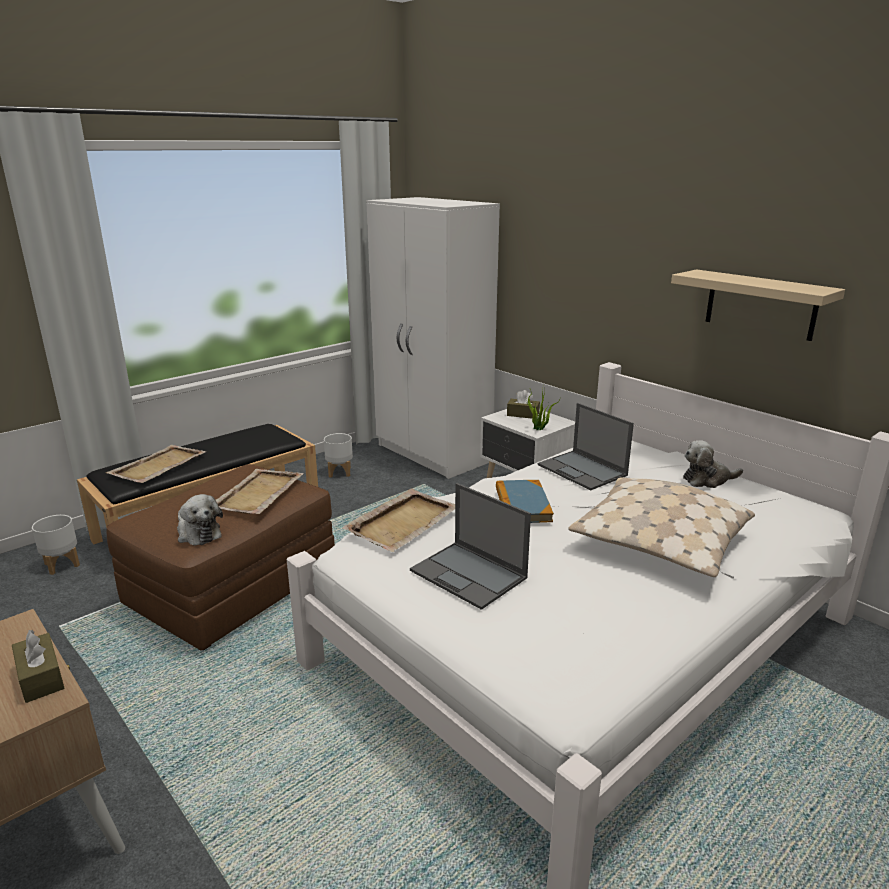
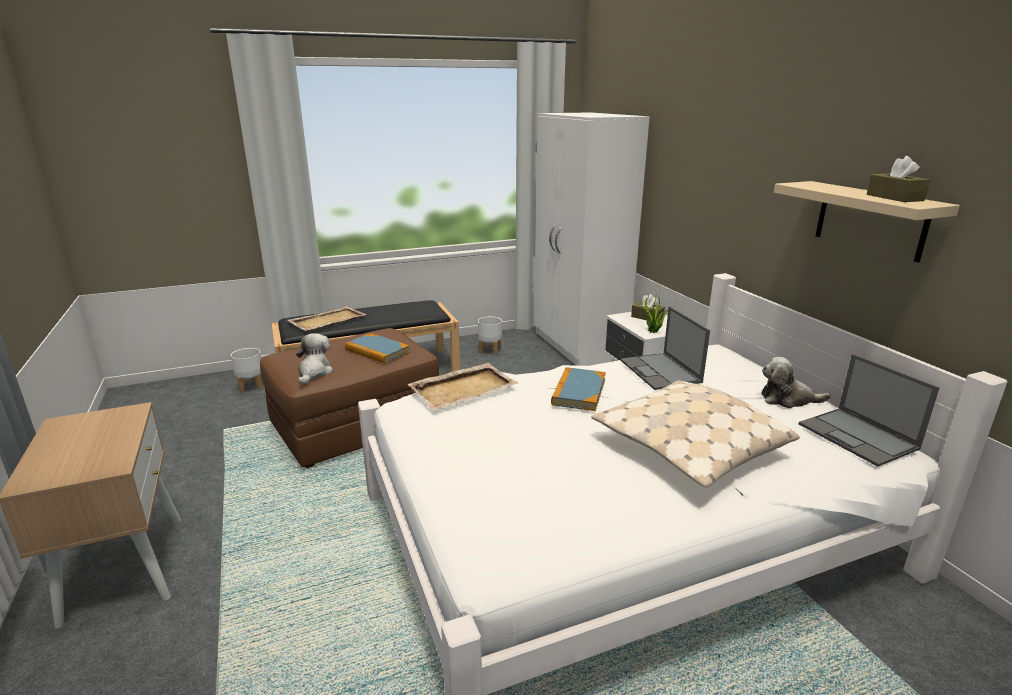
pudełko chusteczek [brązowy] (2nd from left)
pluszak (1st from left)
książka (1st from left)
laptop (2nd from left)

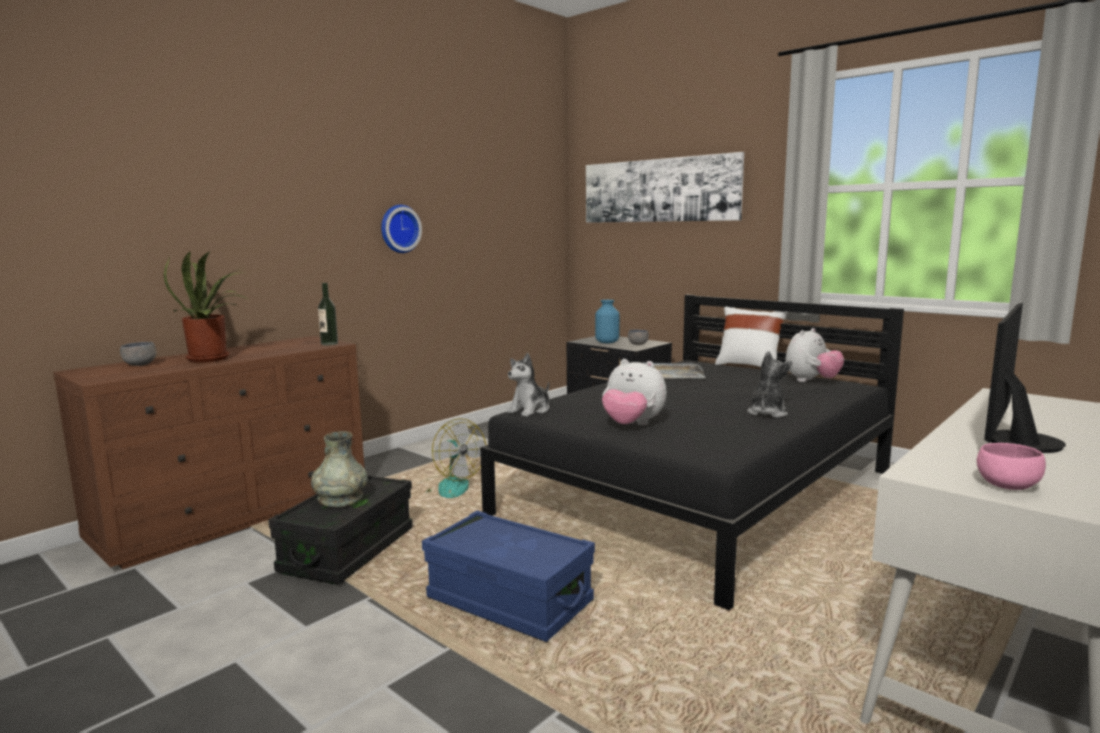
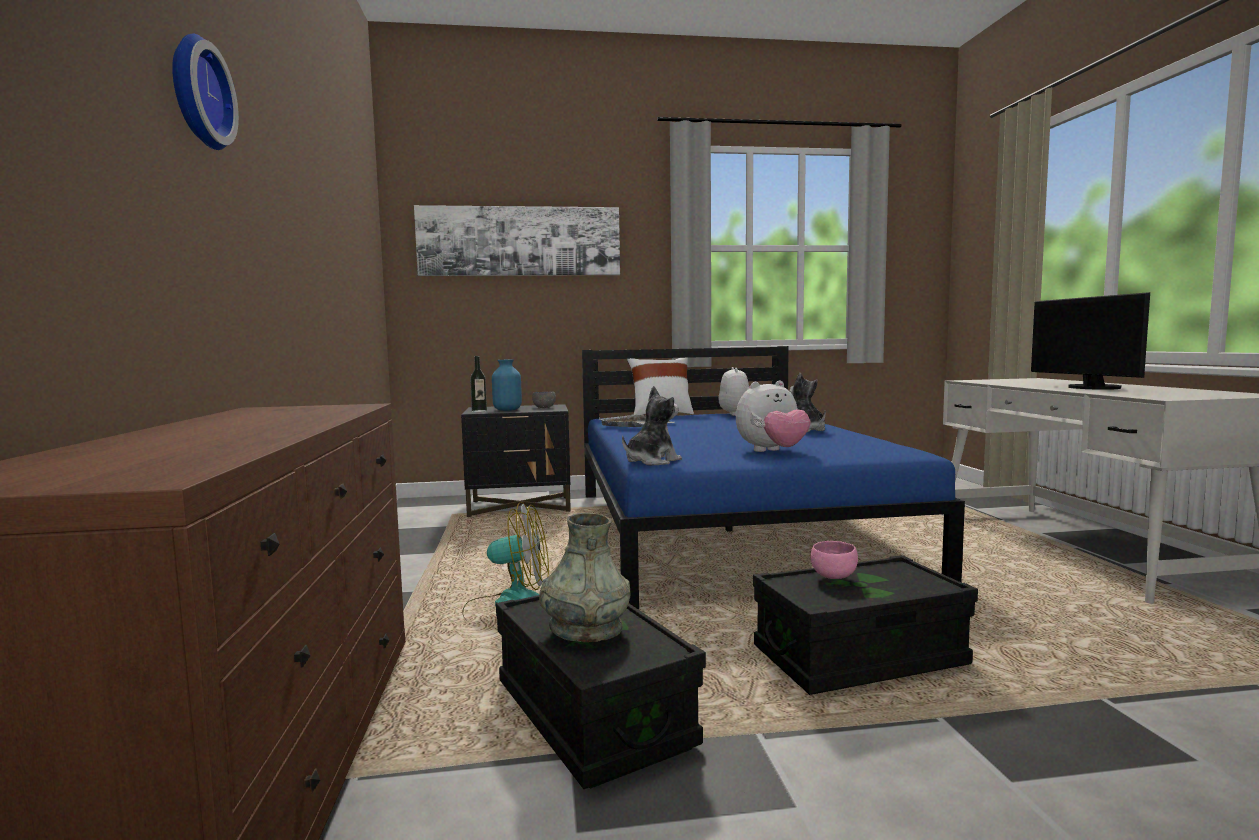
miska [szary] (1st from left in the first image)
roślina doniczkowa
butelka
zegar ścienny
pojemnik do przechowywania [czarny] (2nd from left)
łóżko [niebieski]
pluszak (1st from left)
miska [różowy]

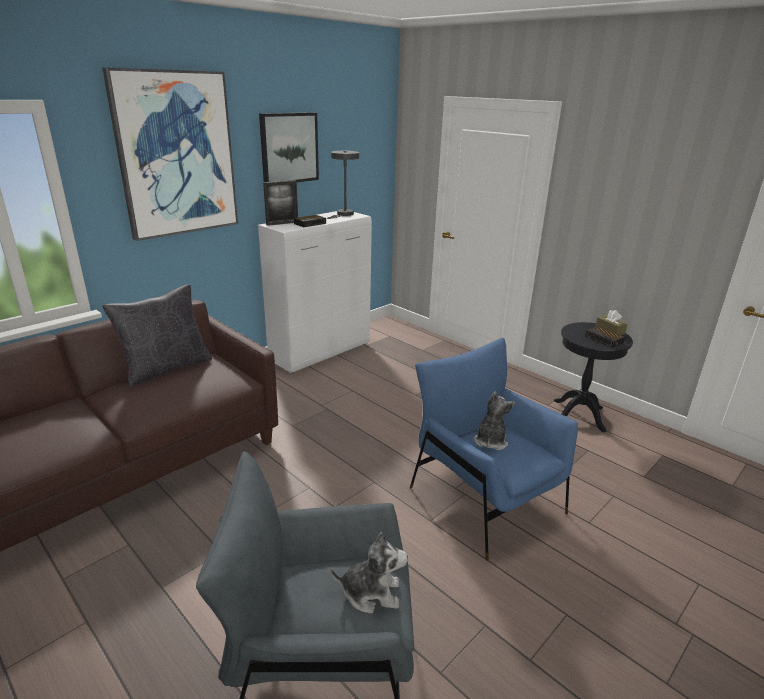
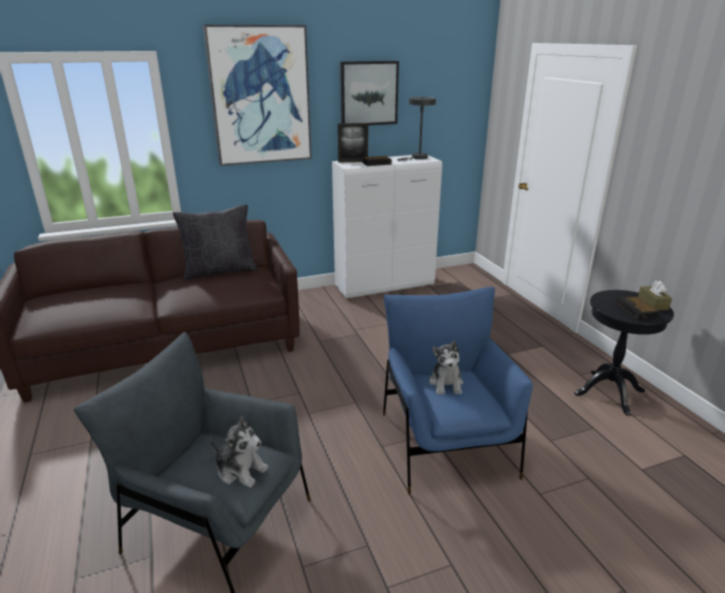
pluszak (2nd from left)

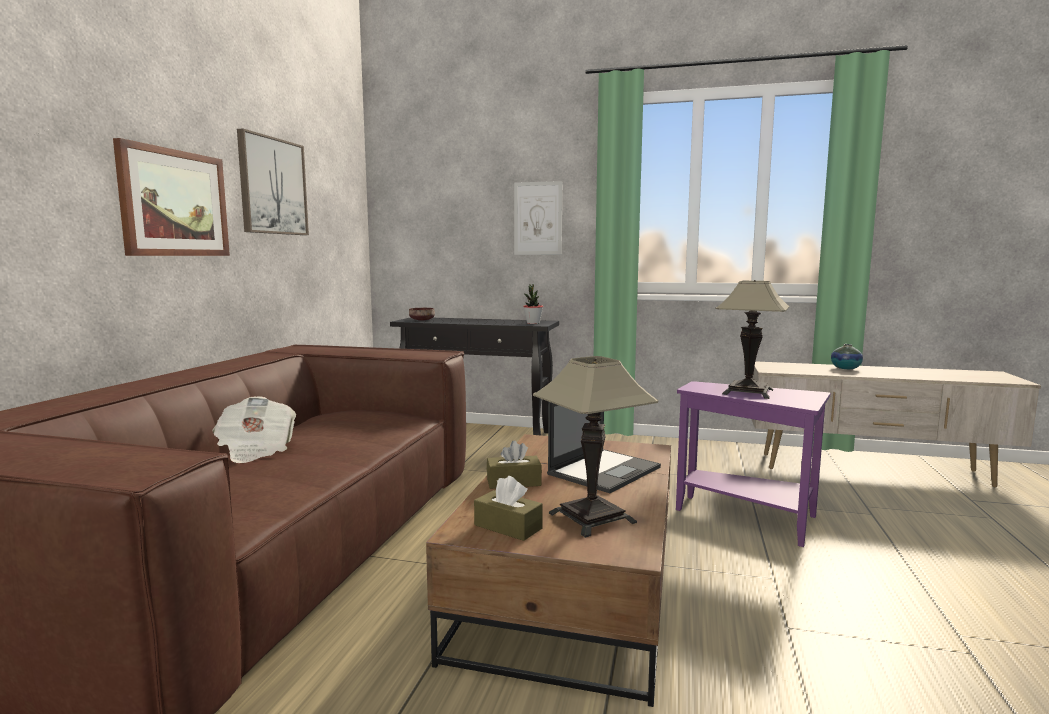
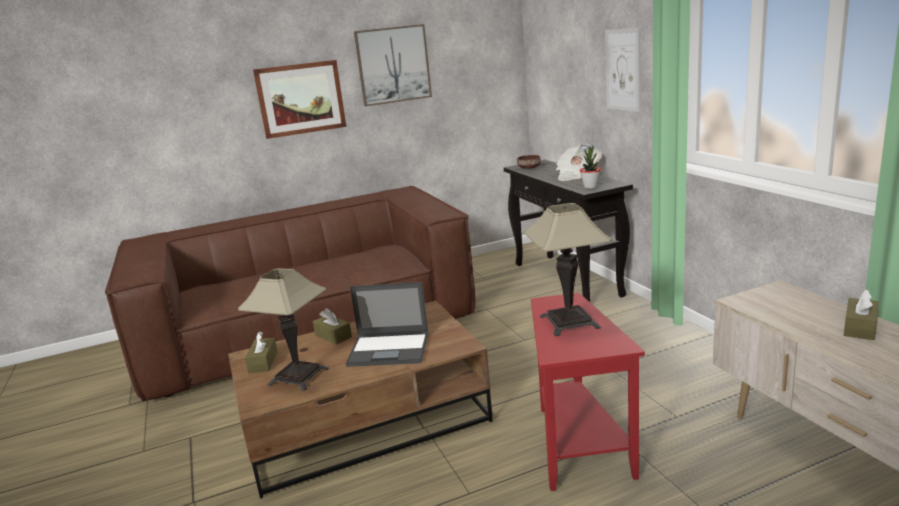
gazeta
stolik [czerwony]
pudełko chusteczek [brązowy] (3rd from left)

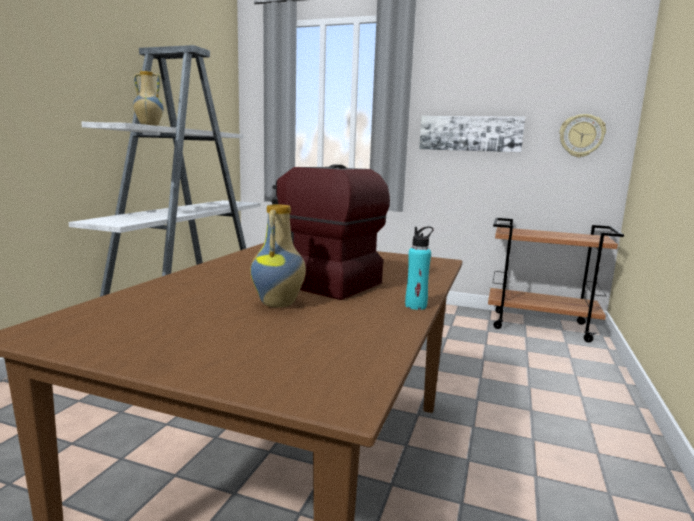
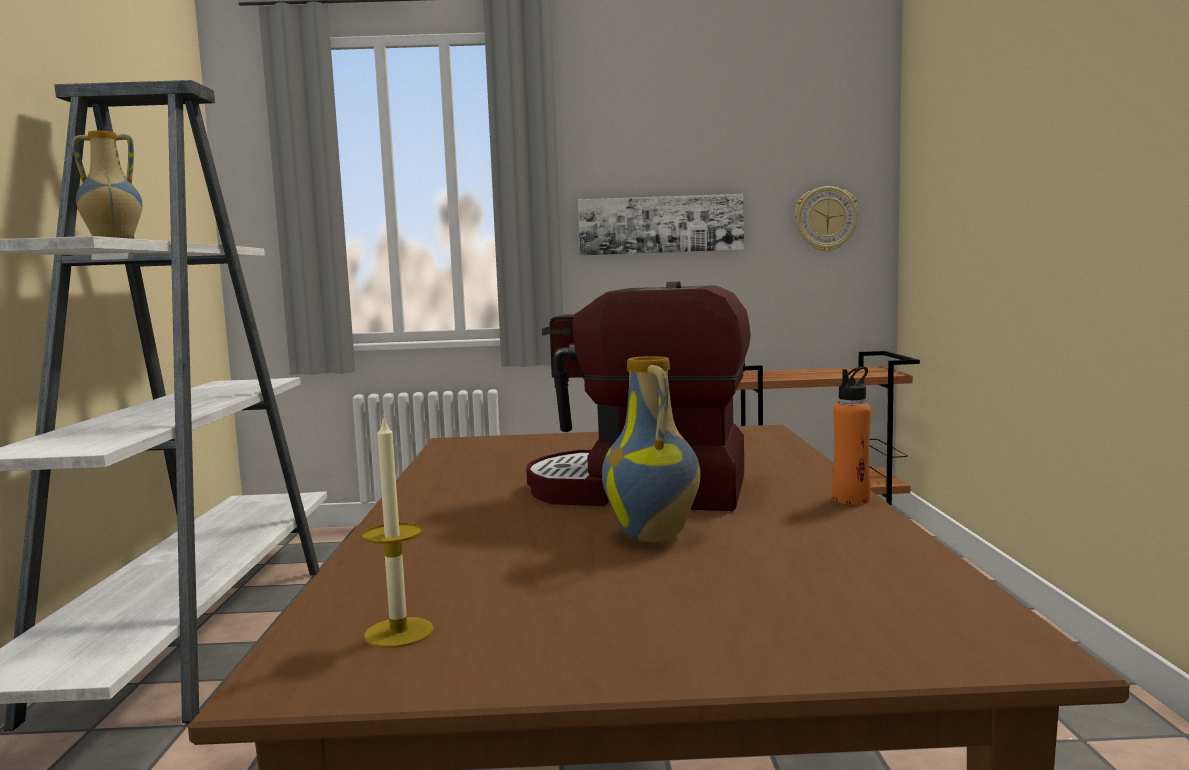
butelka [pomarańczowy]
świeca

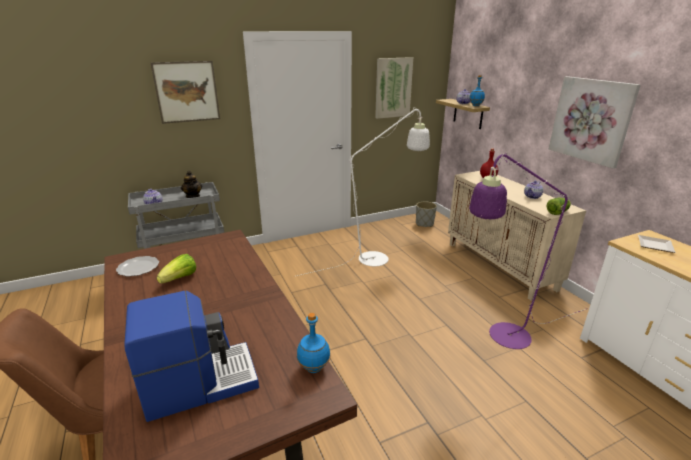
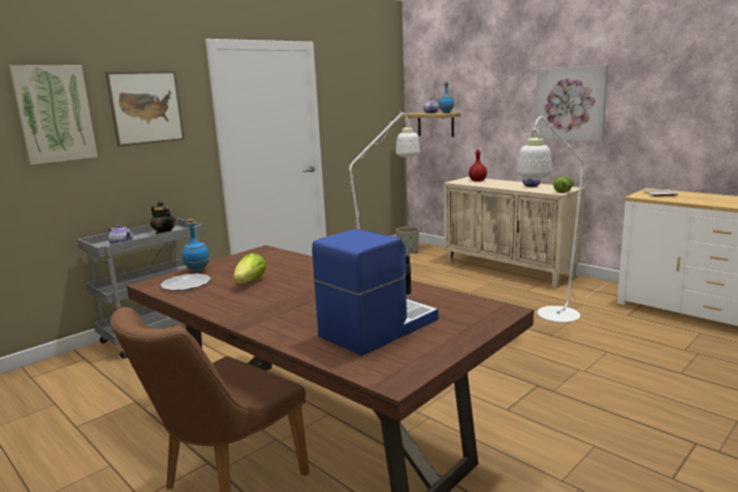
butelka [niebieski] (1st from left)
obraz (1st from left)
lampa stojąca [biały] (2nd from left)

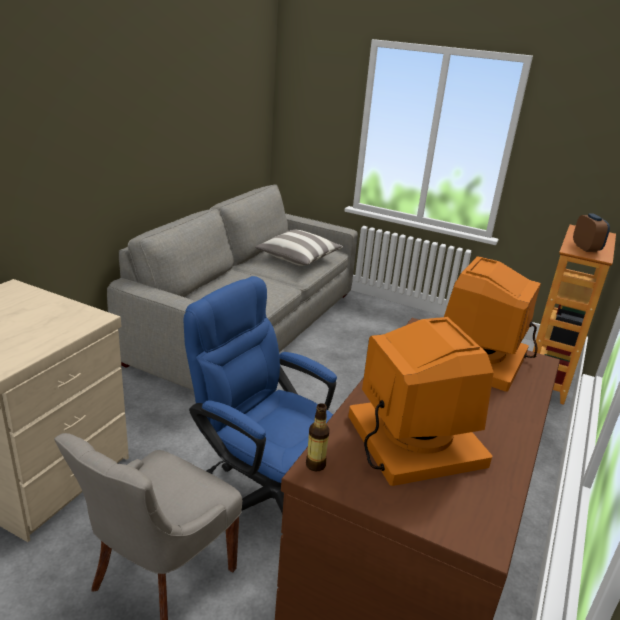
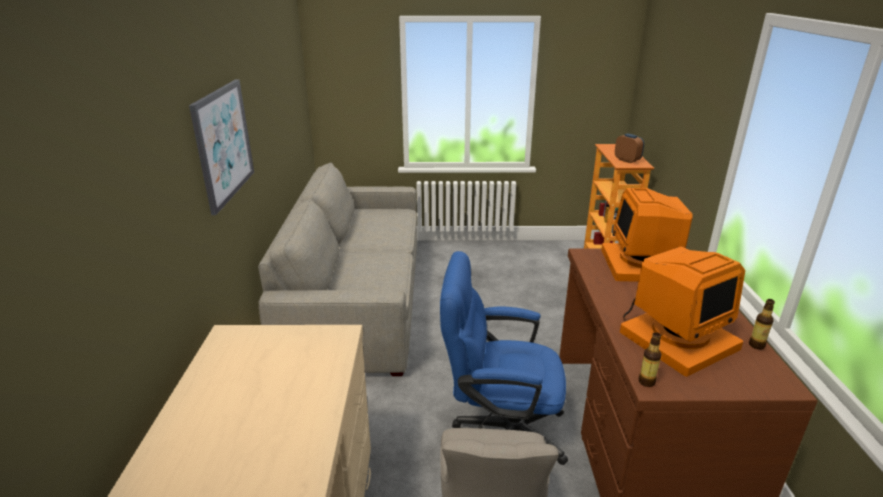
poduszka
monitor (2nd from left)
obraz
butelka (2nd from left)

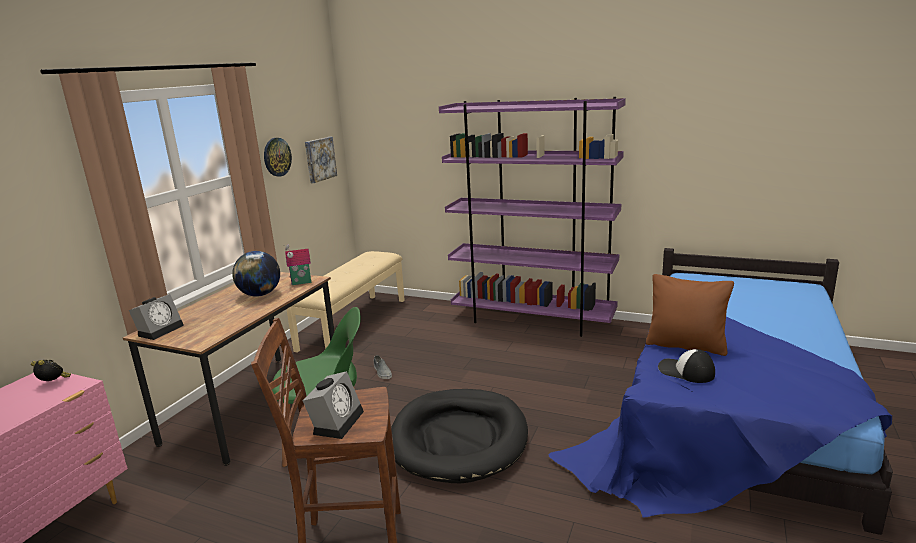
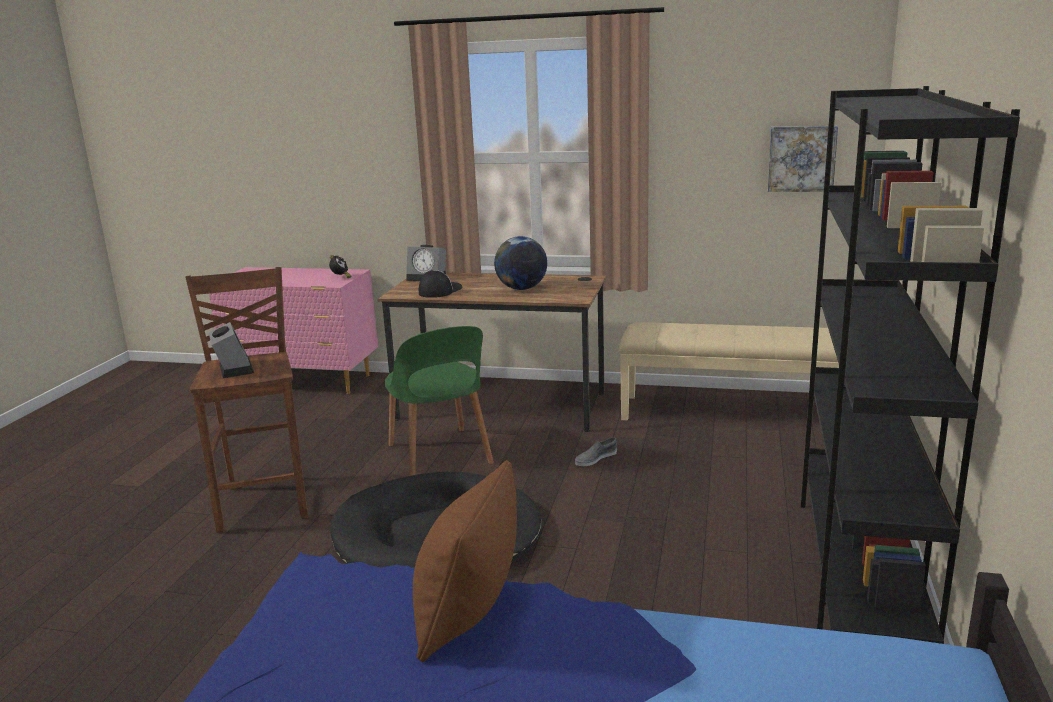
zegar ścienny
domek
budzik (1st from left)
regał [czarny]
czapka z daszkiem

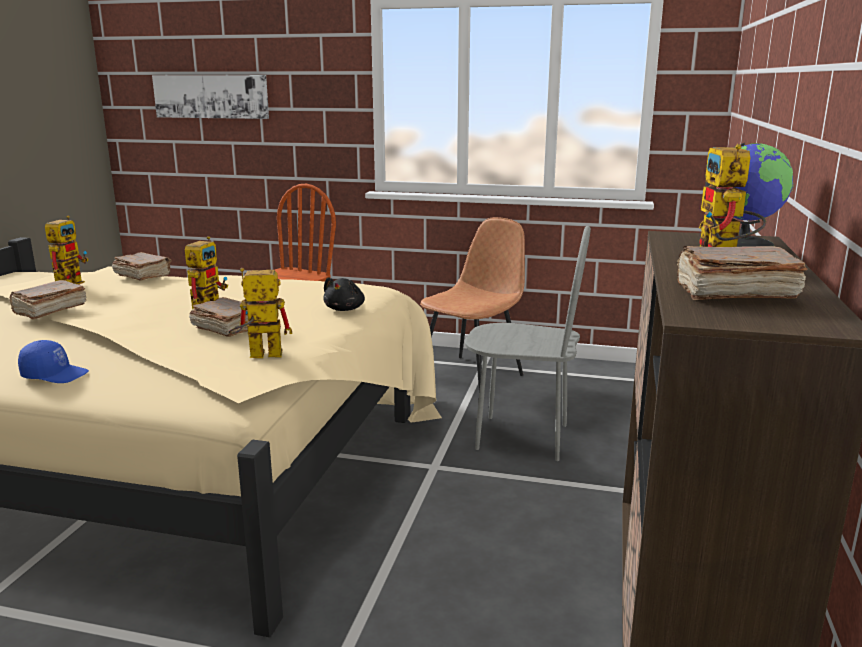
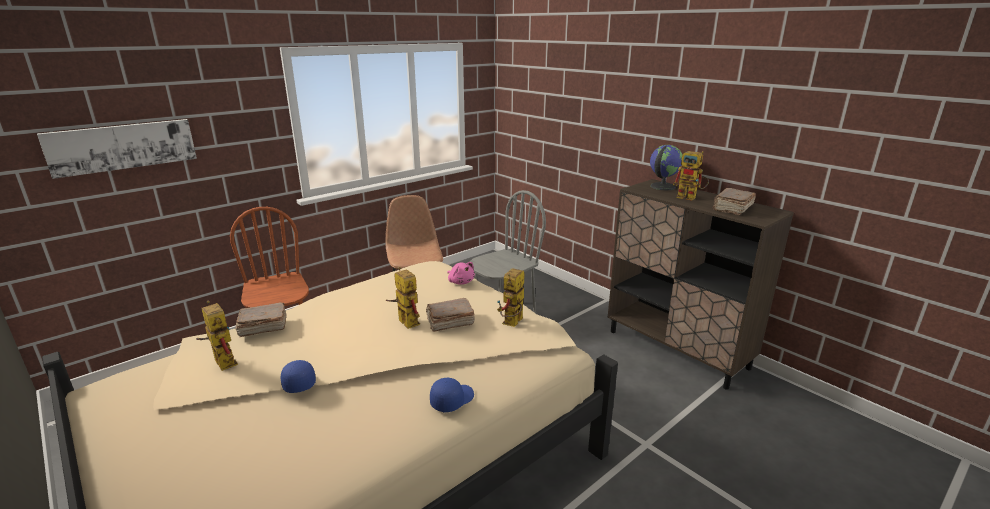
czapka z daszkiem [niebieski] (1st from left)
pluszak [różowy]

